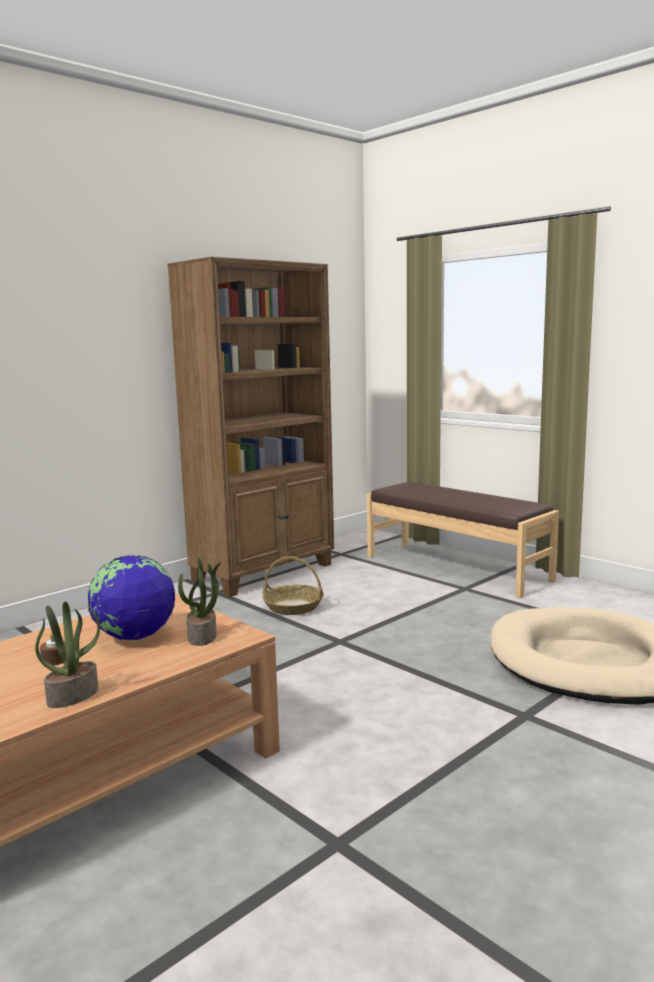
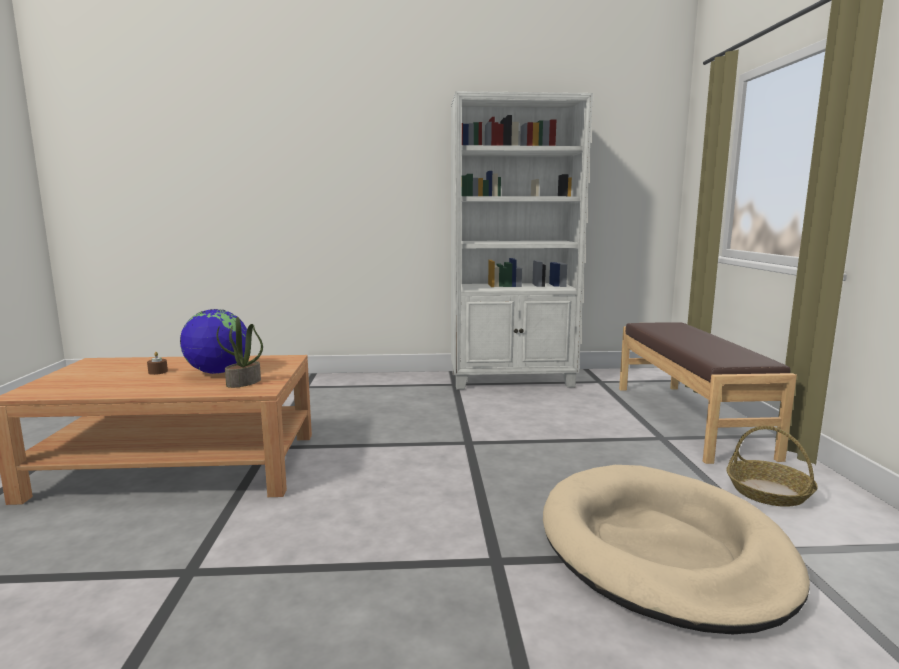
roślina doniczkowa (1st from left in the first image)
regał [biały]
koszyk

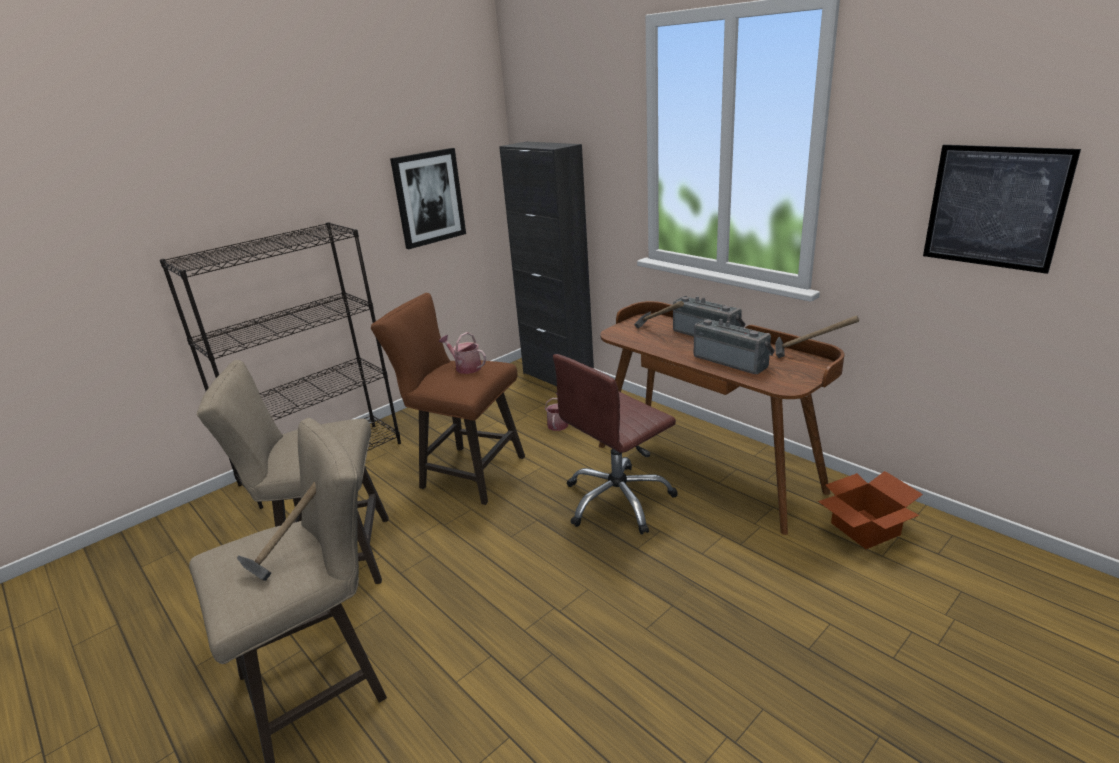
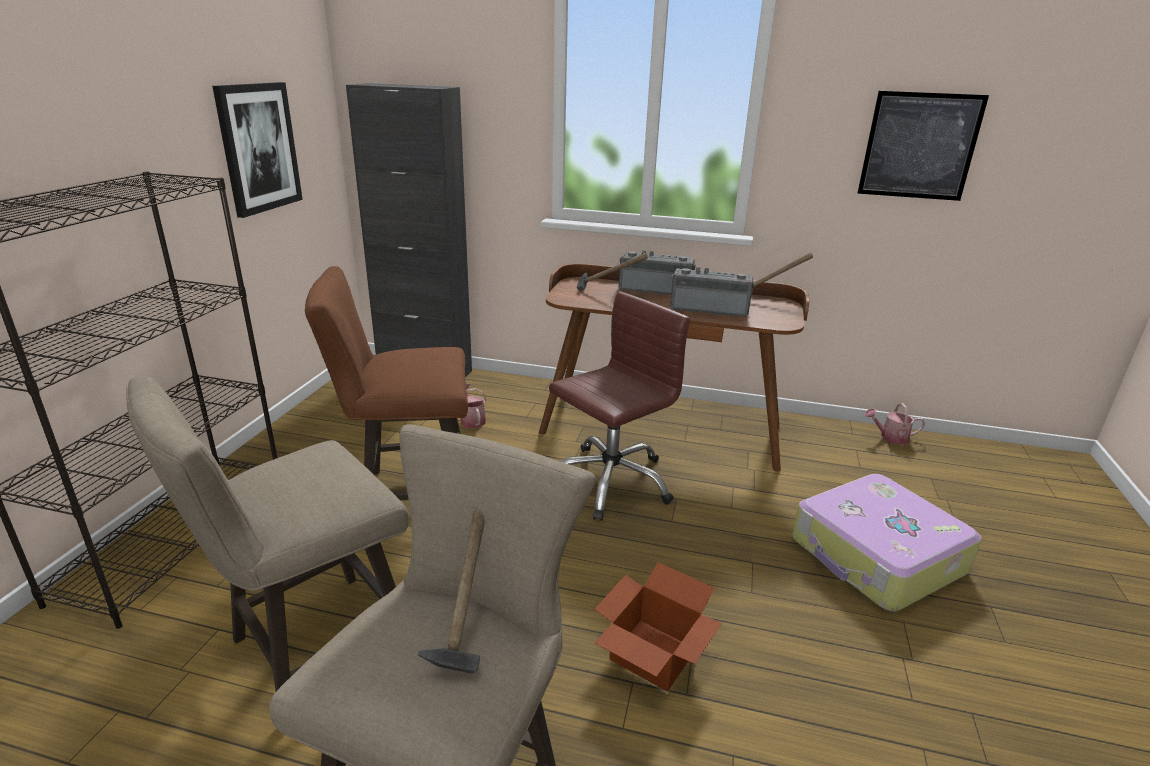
konewka (2nd from left)
krzesło biurowe [brązowy]
karton
walizka

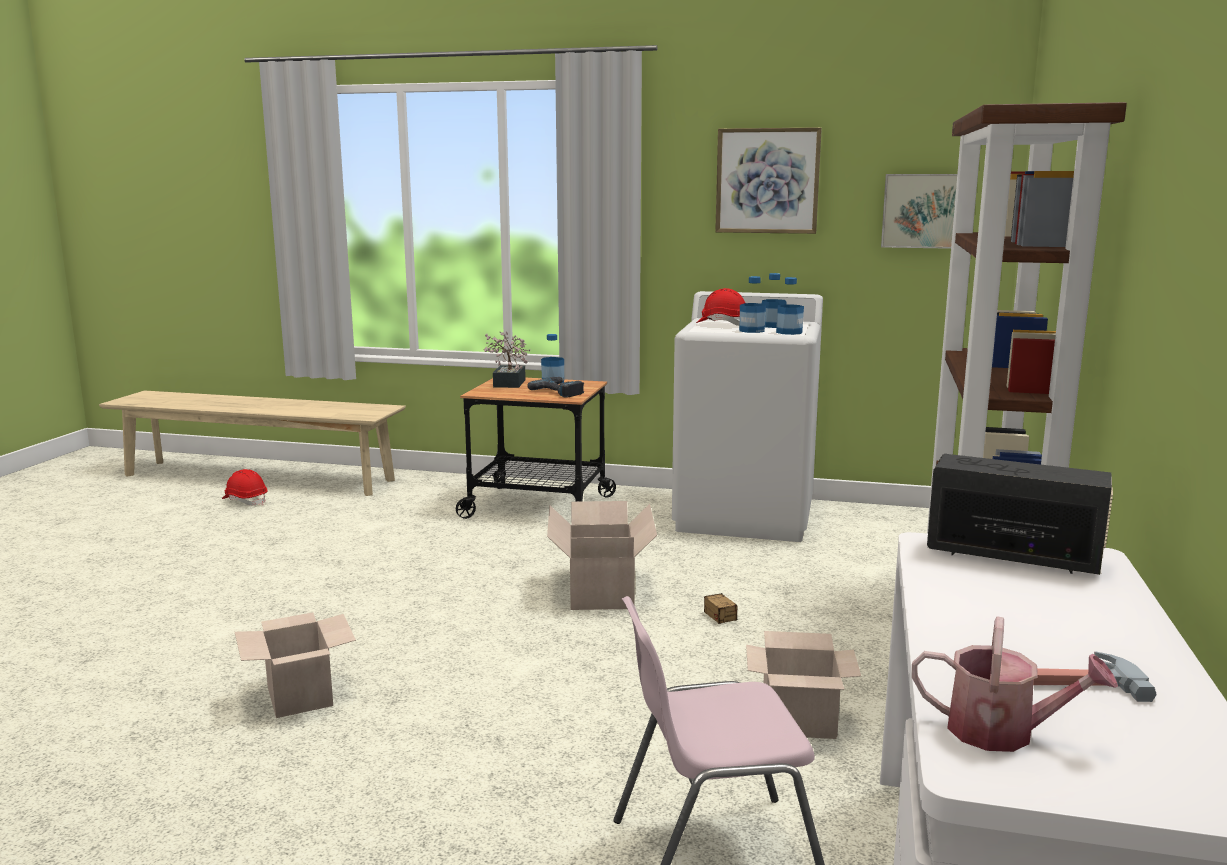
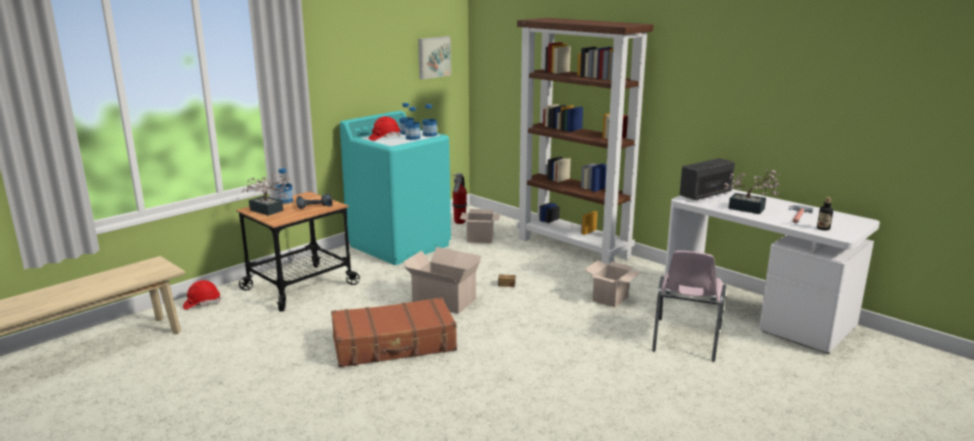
kask [czerwony] (1st from left)
karton (2nd from left)
pralka [turkusowy]
obraz (1st from left in the first image)
butelka (5th from left)
walizka [brązowy]
gaśnica
roślina doniczkowa (2nd from left)

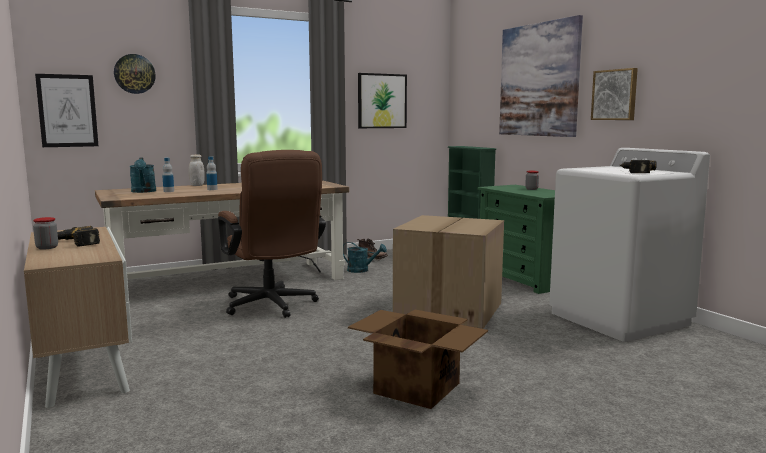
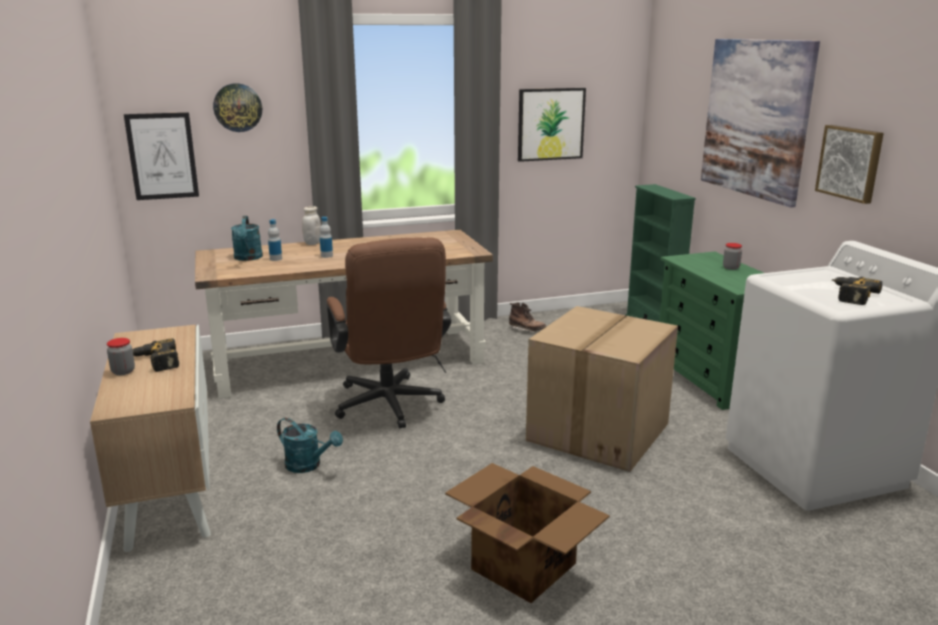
konewka [turkusowy] (2nd from left)

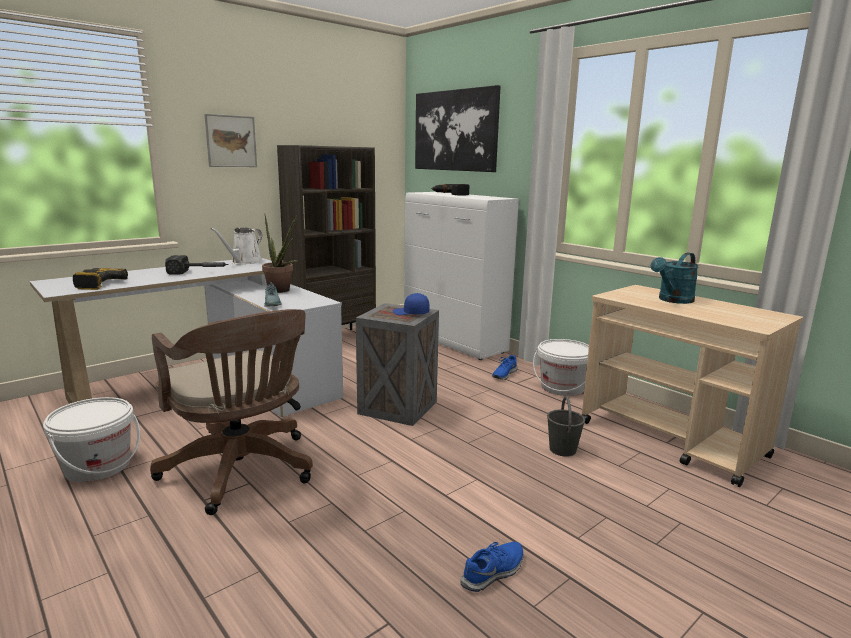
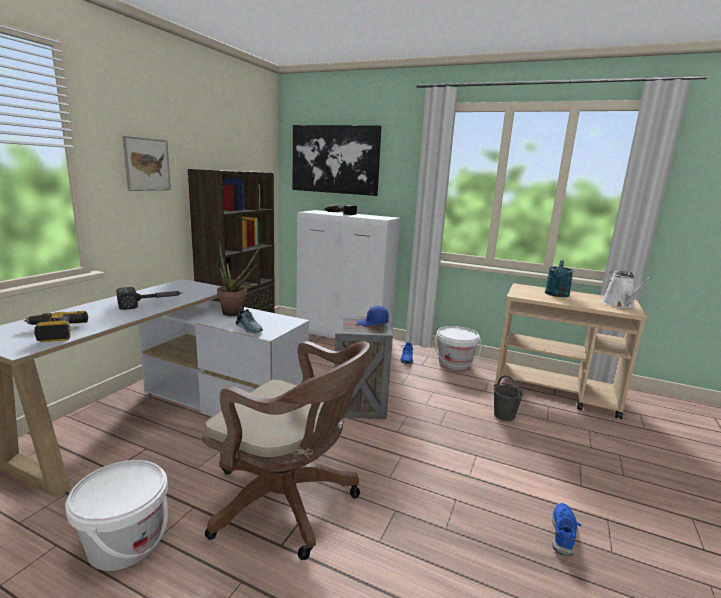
konewka [biały]

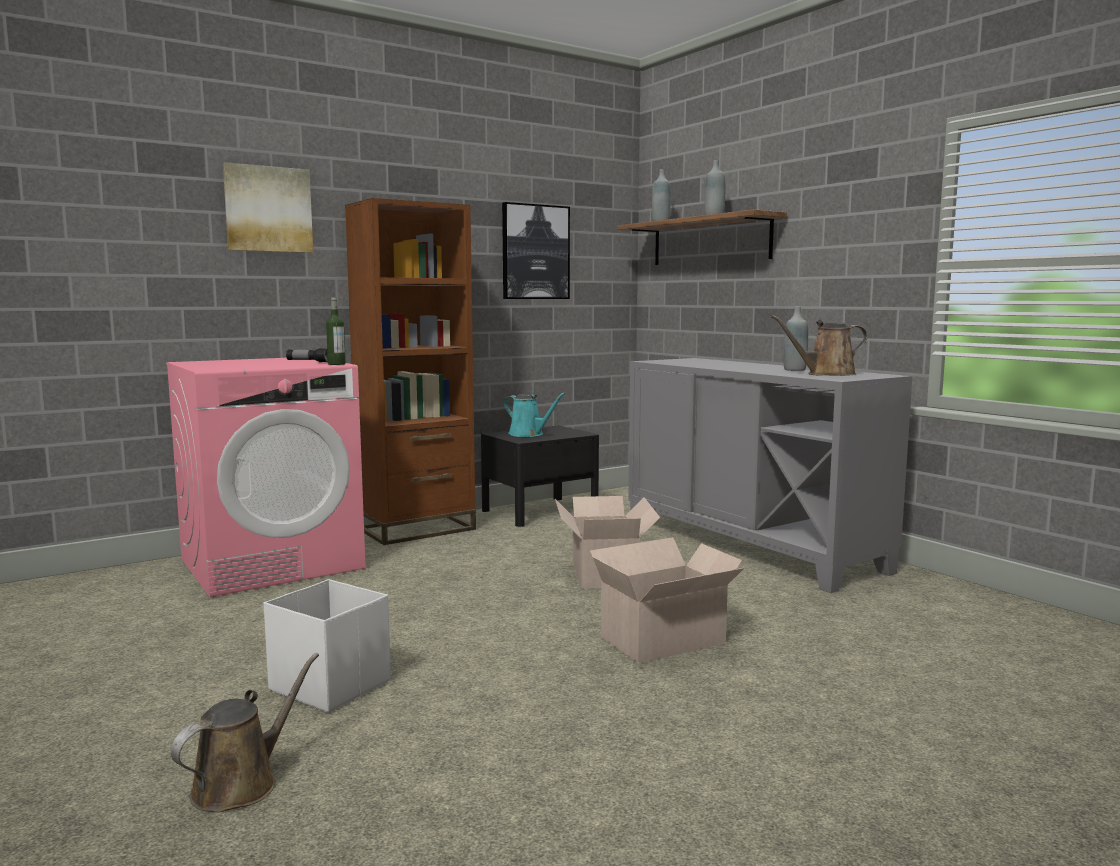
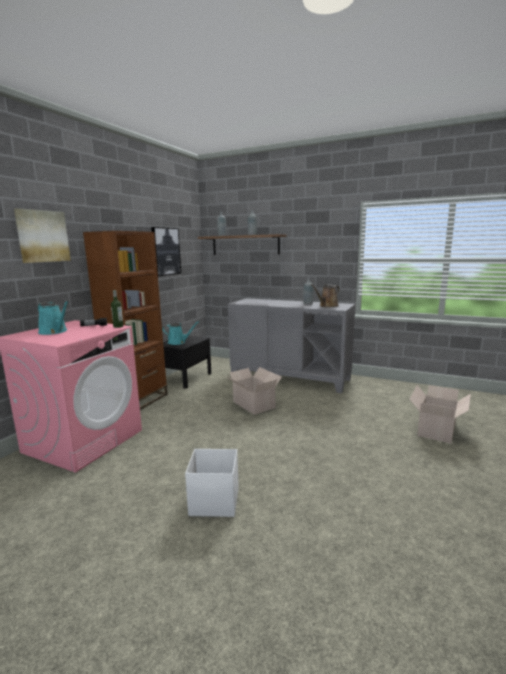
konewka [brązowy] (1st from left in the first image)
karton (2nd from left)
konewka [turkusowy] (1st from left)

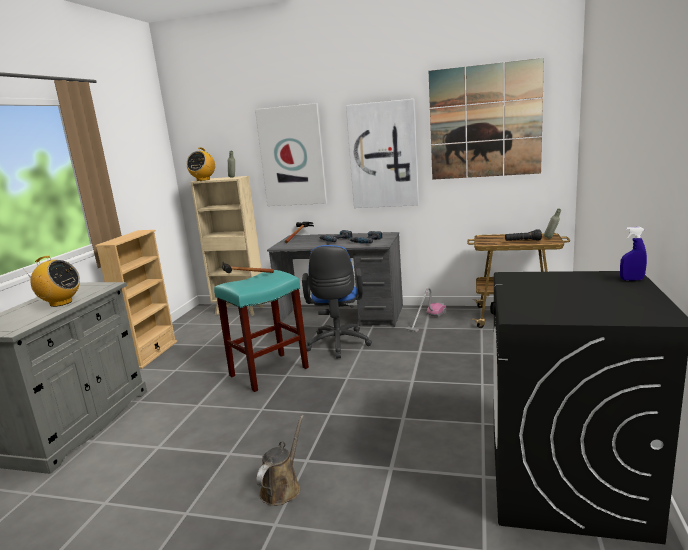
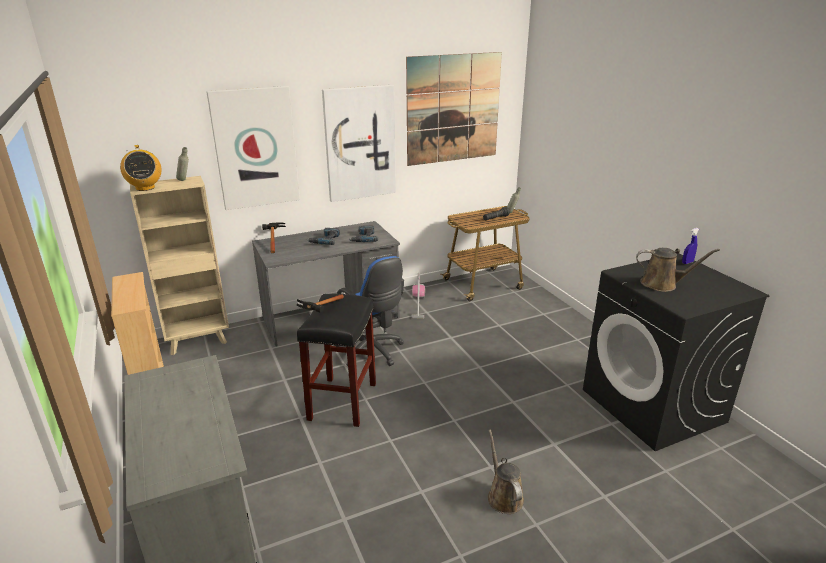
radio (1st from left in the first image)
stołek [czarny]
konewka [brązowy] (2nd from left)

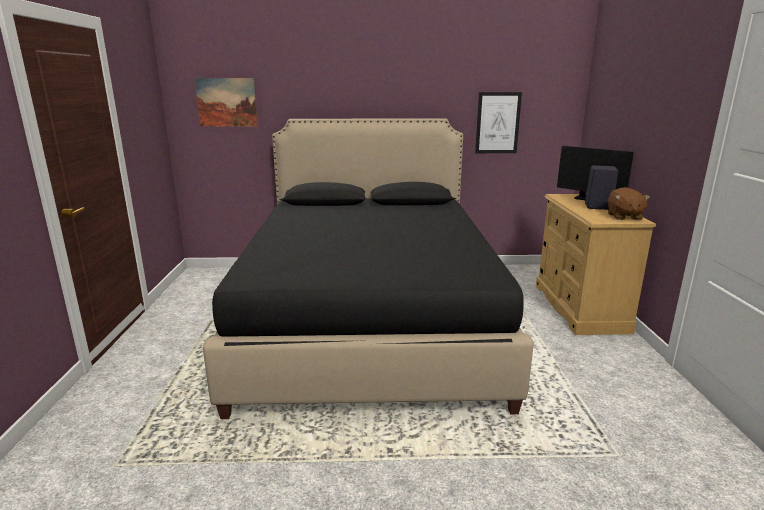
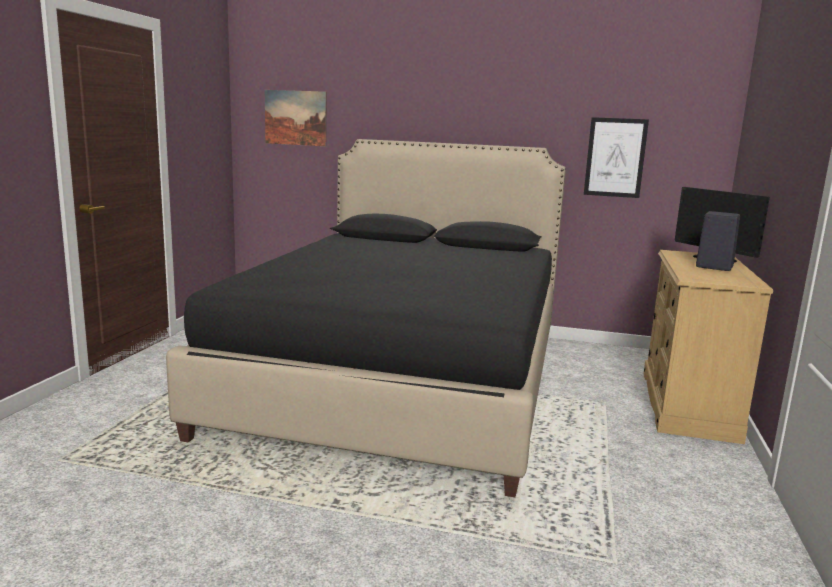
pluszak [brązowy]

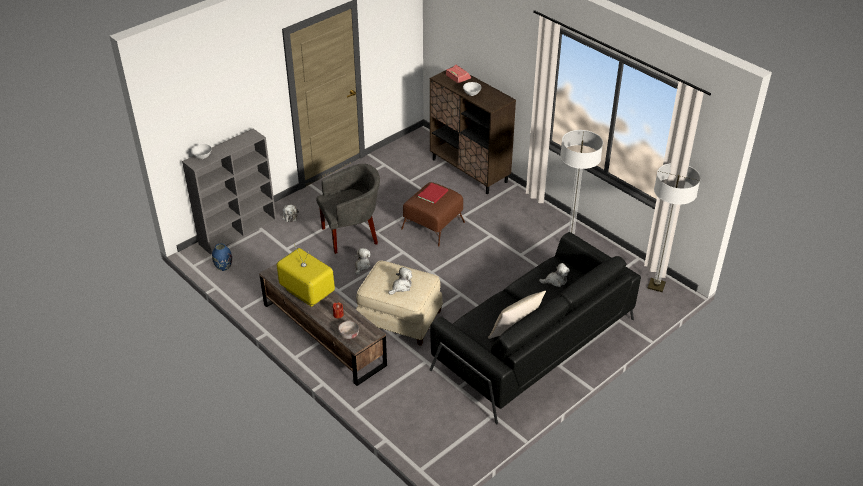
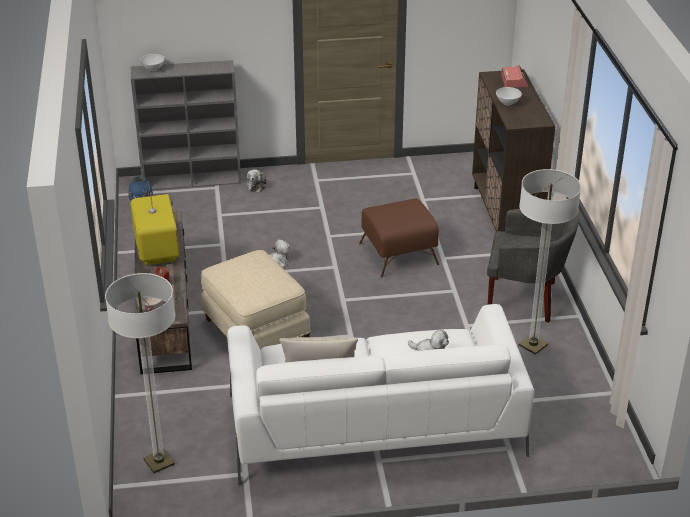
fotel [szary]
pluszak (3rd from left in the first image)
książka [czerwony]
kanapa [biały]
lampa stojąca (1st from left)

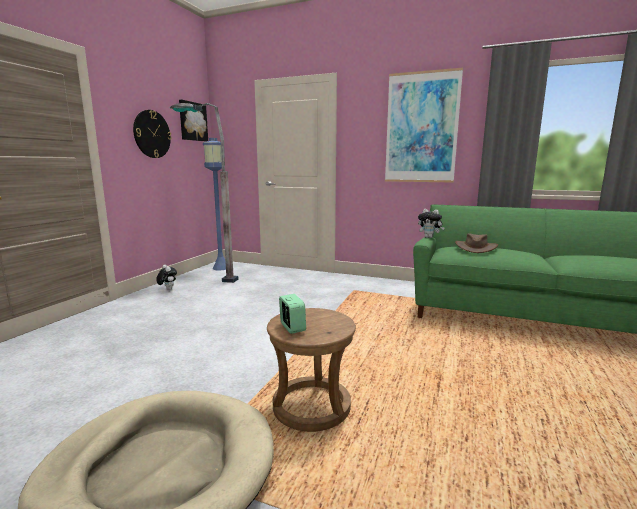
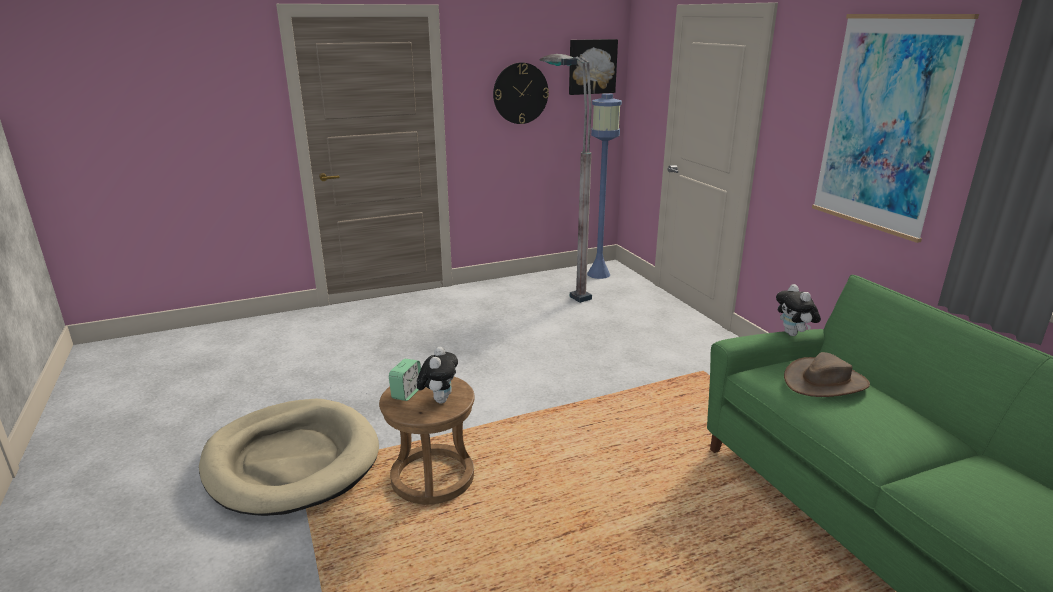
pluszak (1st from left)

